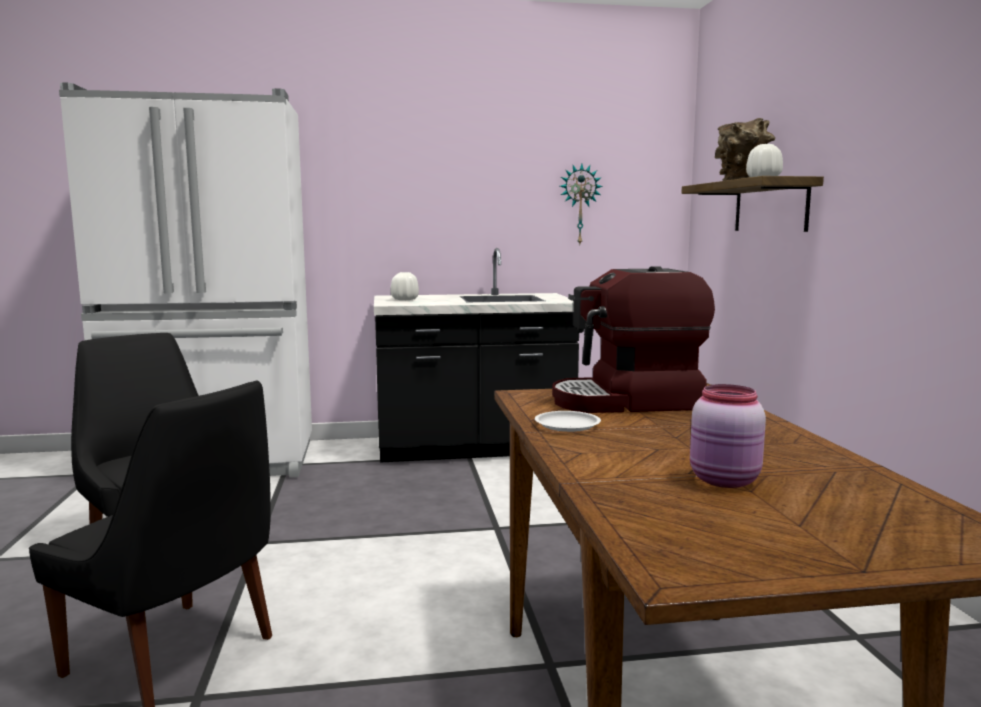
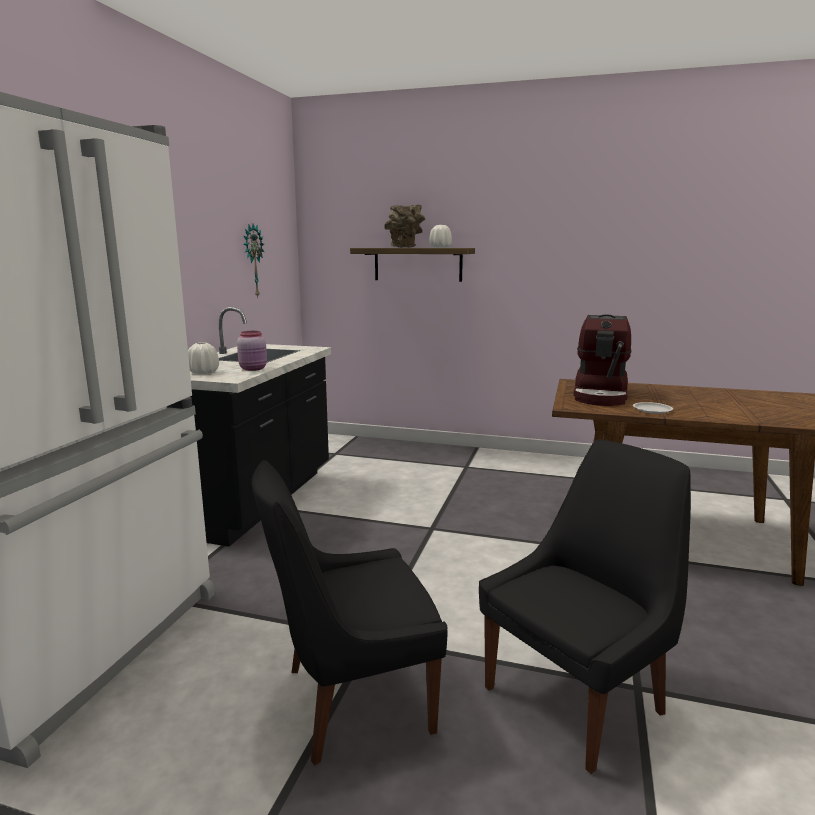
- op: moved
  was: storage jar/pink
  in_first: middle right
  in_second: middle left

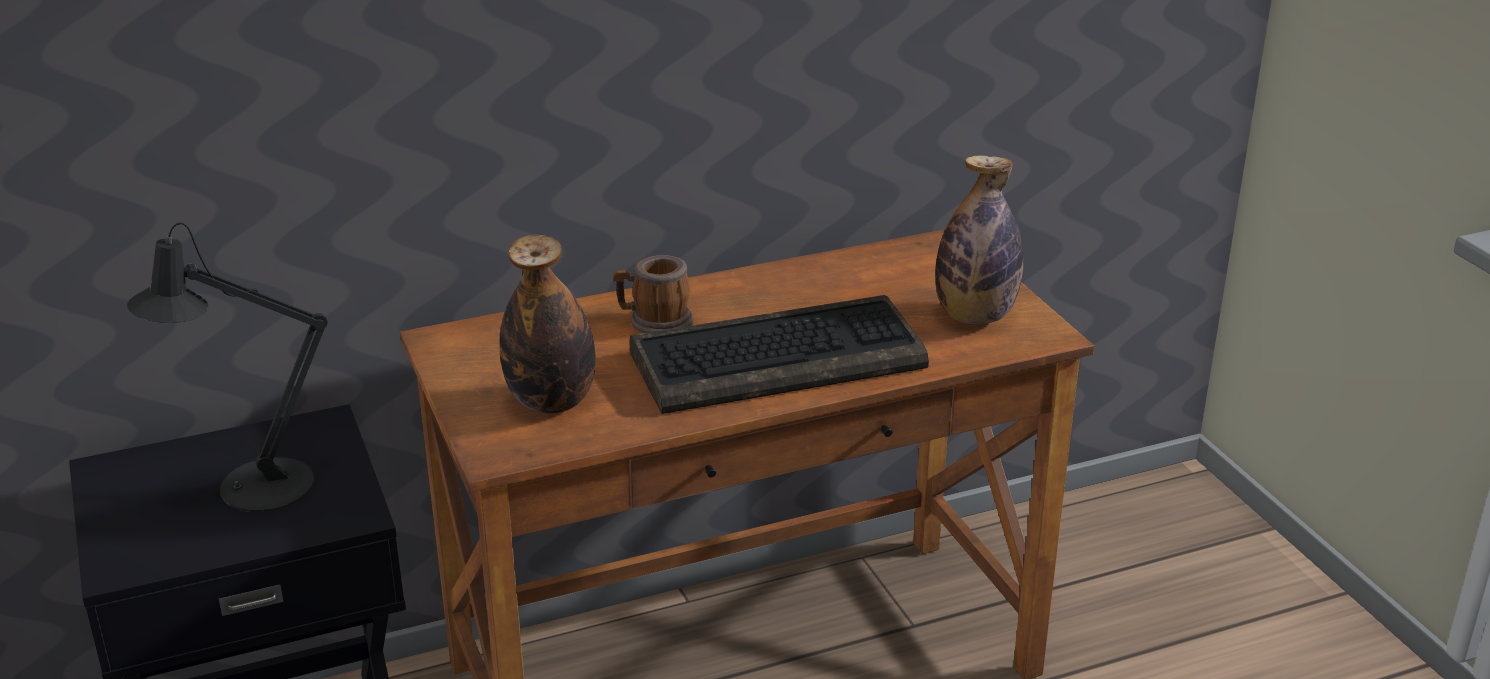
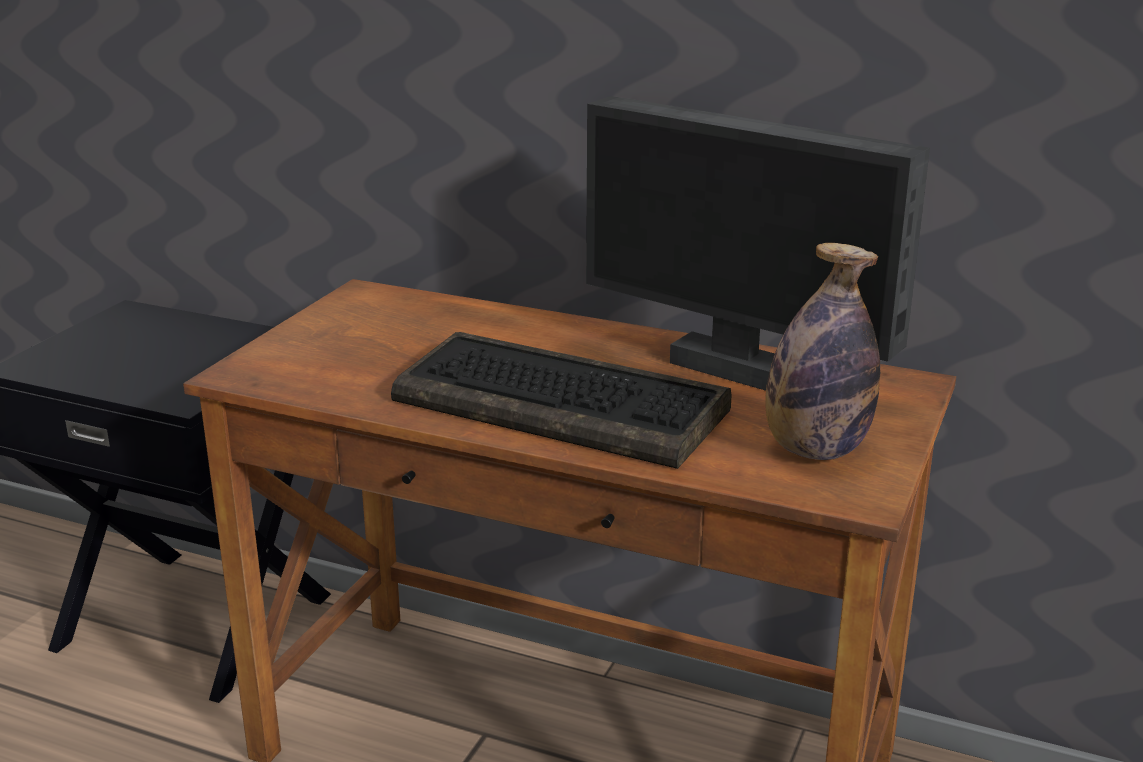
- op: added
  now: computer screen
  in_second: top centre
- op: removed
  was: lamp for a table/blackish
  in_first: middle left
- op: removed
  was: beverage bottle (1st from left)
  in_first: centre
- op: removed
  was: coffee mug
  in_first: centre

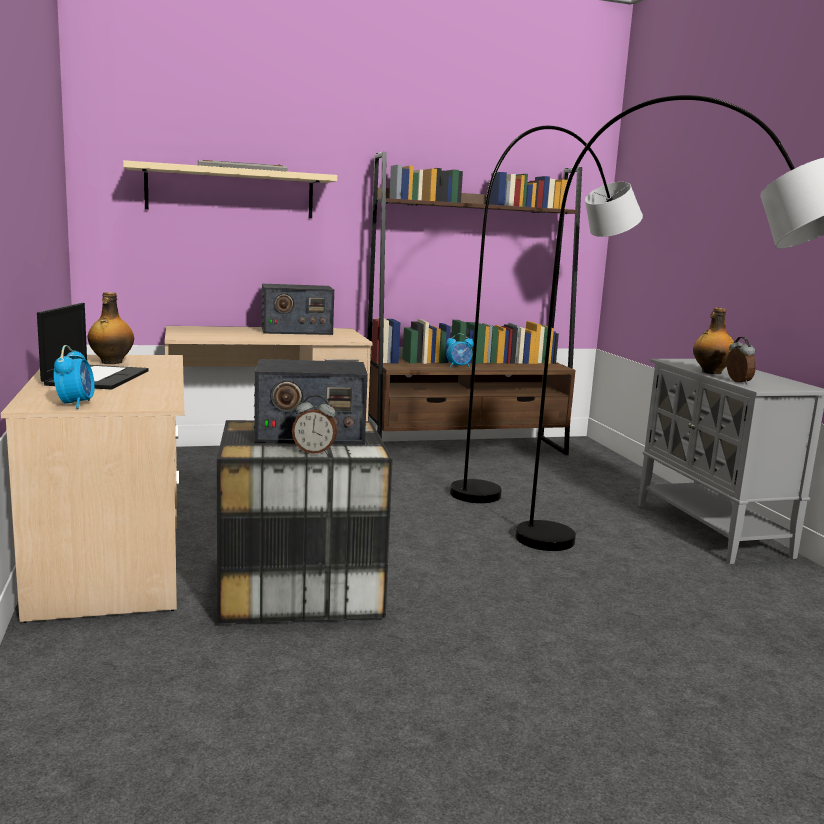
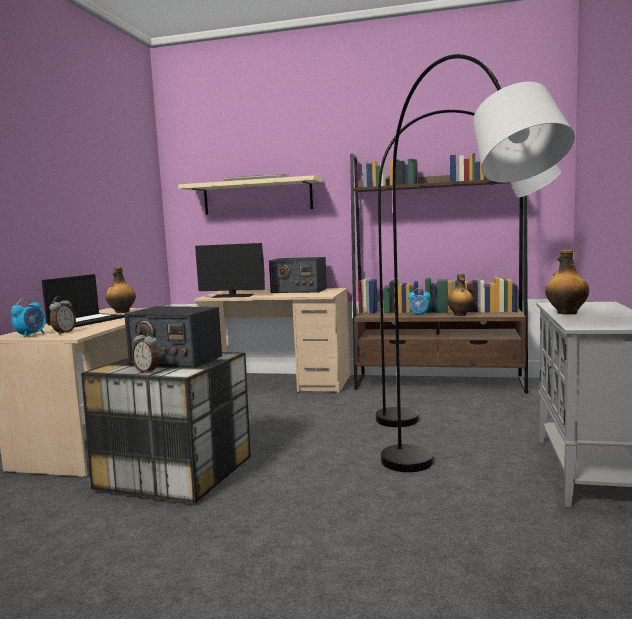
- op: moved
  was: table clock (4th from left in the first image)
  now: table clock (2nd from left)
  in_first: middle right
  in_second: middle left
- op: added
  now: computer screen
  in_second: centre
- op: added
  now: beverage bottle (2nd from left)
  in_second: middle right

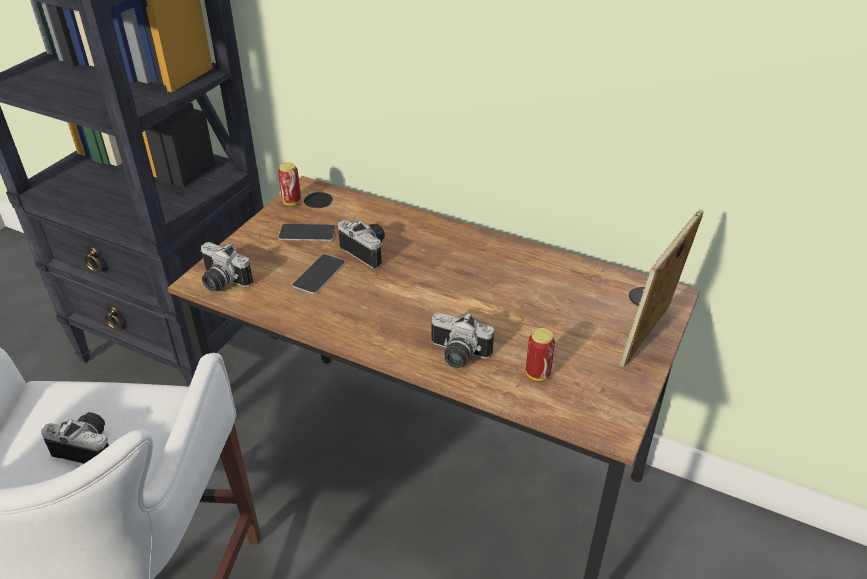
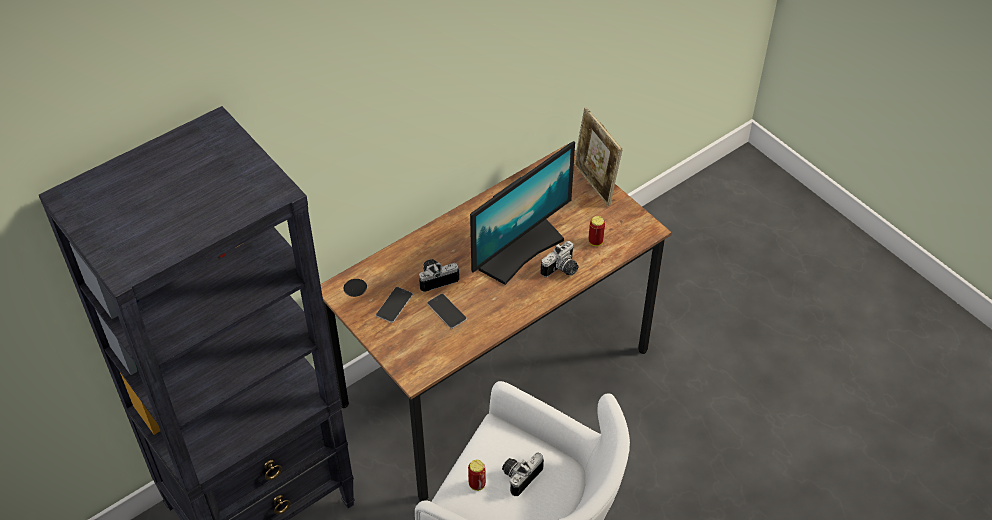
- op: moved
  was: can (1st from left)
  in_first: top centre
  in_second: bottom centre
- op: added
  now: computer screen
  in_second: centre
- op: removed
  was: photo camera (2nd from left)
  in_first: middle left

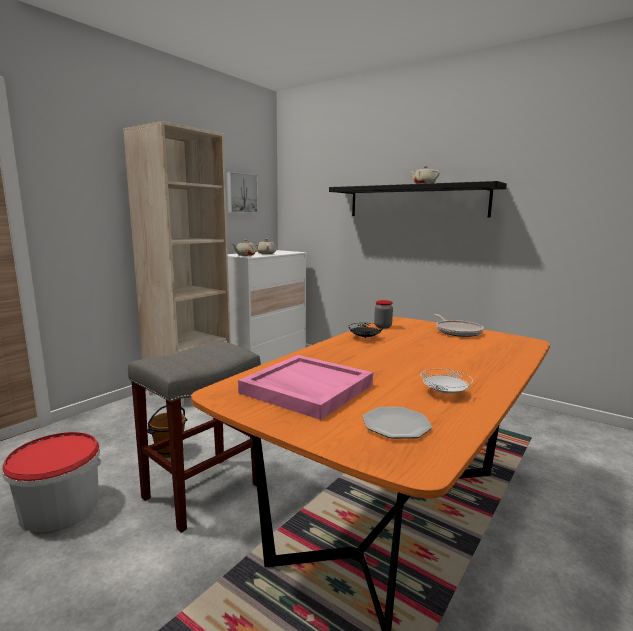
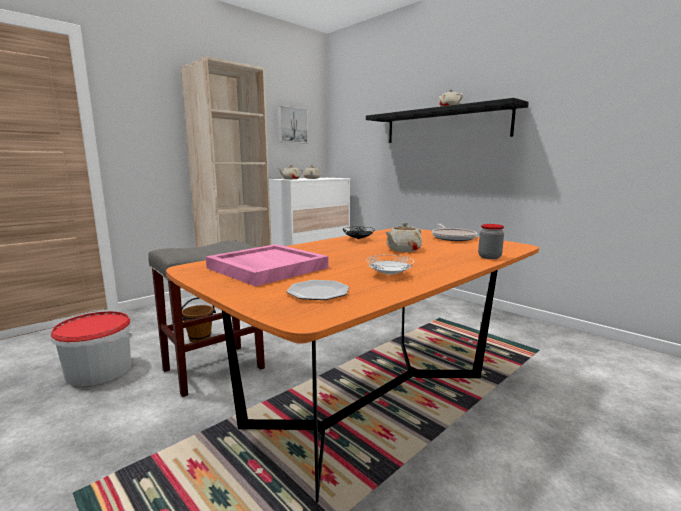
- op: added
  now: tea pot/beige (3rd from left)
  in_second: centre
- op: moved
  was: storage jar
  in_first: centre
  in_second: middle right

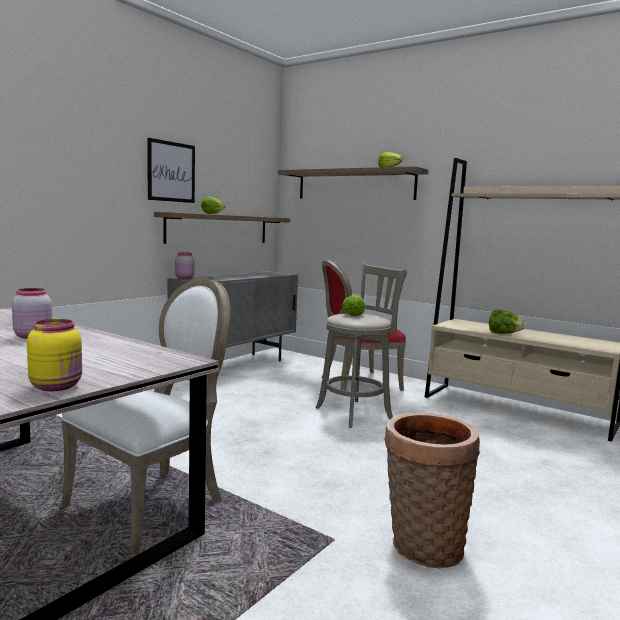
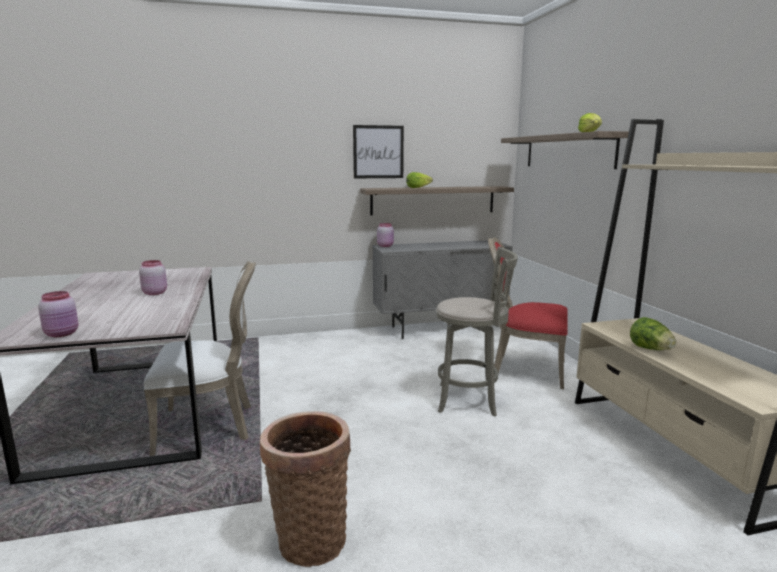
- op: recoloured
  was: storage jar/yellow
  now: storage jar/pink (1st from left)
  in_first: middle left
  in_second: middle left
- op: removed
  was: head of lettuce (2nd from left)
  in_first: centre

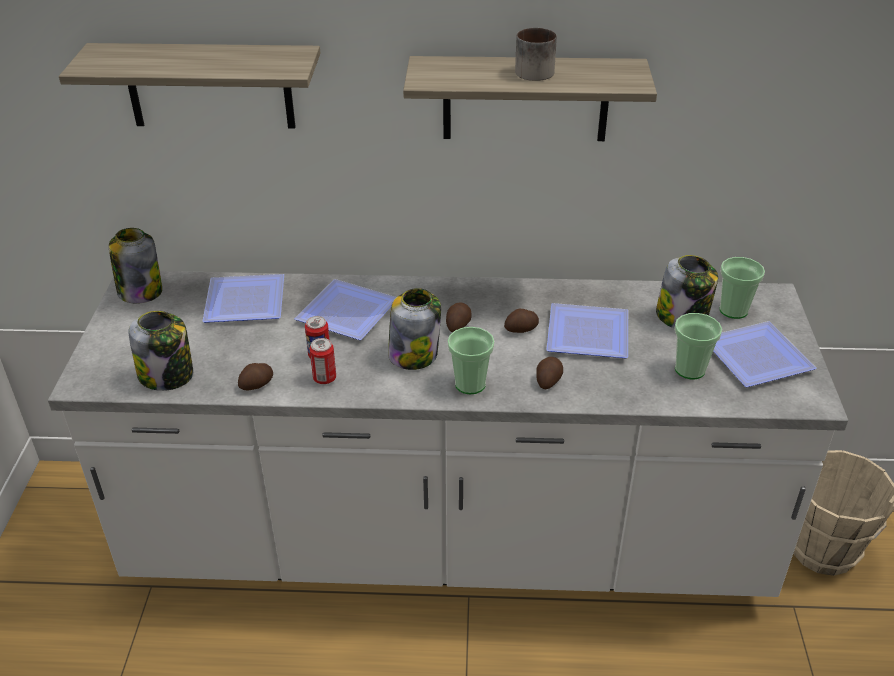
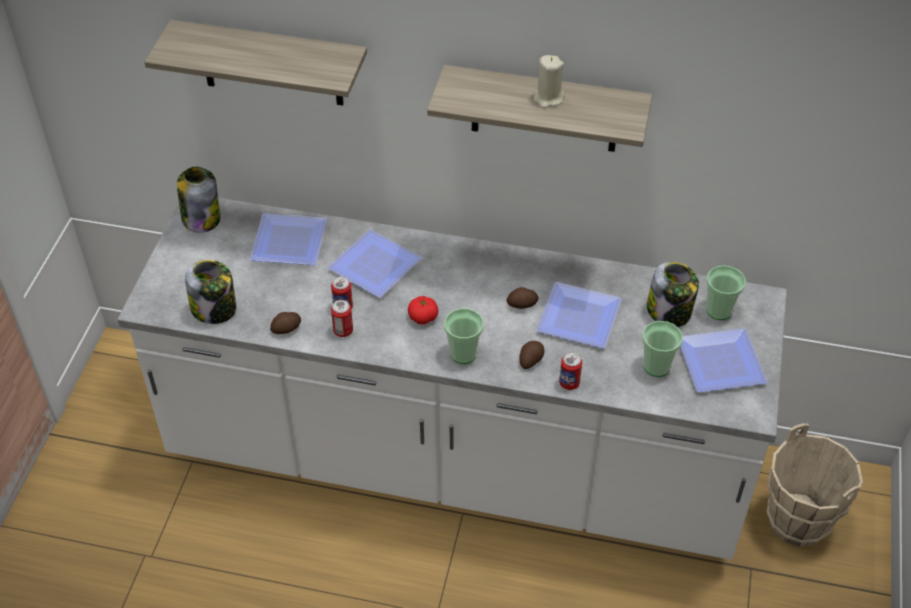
- op: replaced
  was: storage jar (3rd from left)
  now: whole tomato
  in_first: centre
  in_second: centre
- op: replaced
  was: coffee mug
  now: wax light/beige
  in_first: top centre
  in_second: top centre
- op: added
  now: can (3rd from left)
  in_second: centre
- op: removed
  was: spud (2nd from left)
  in_first: centre

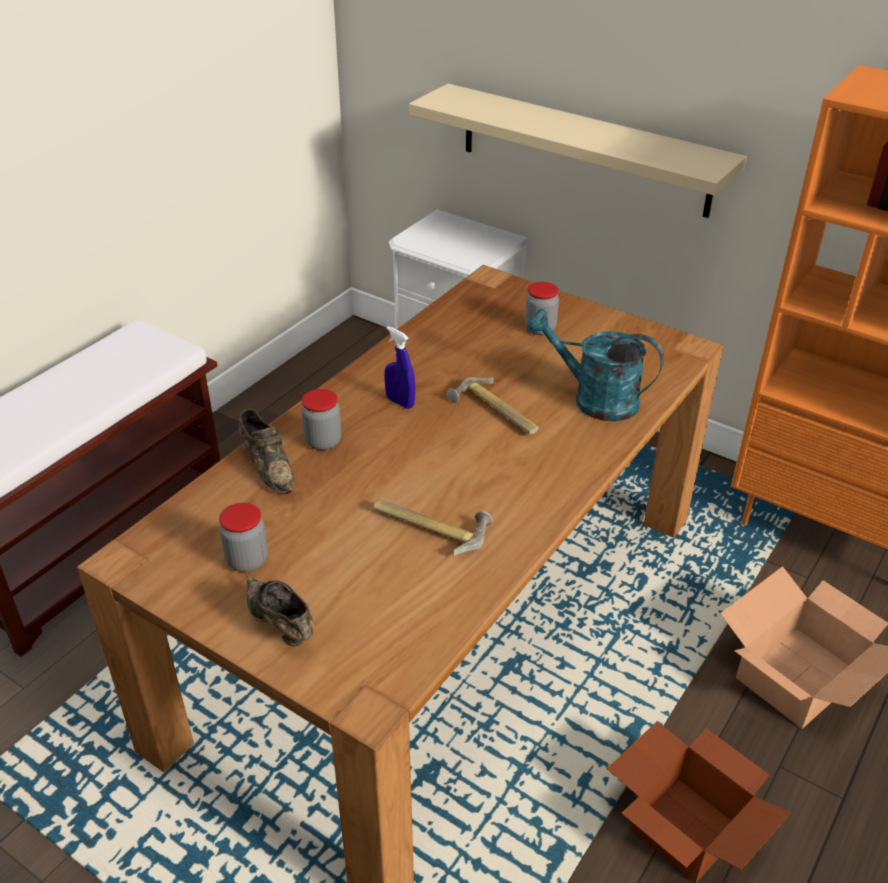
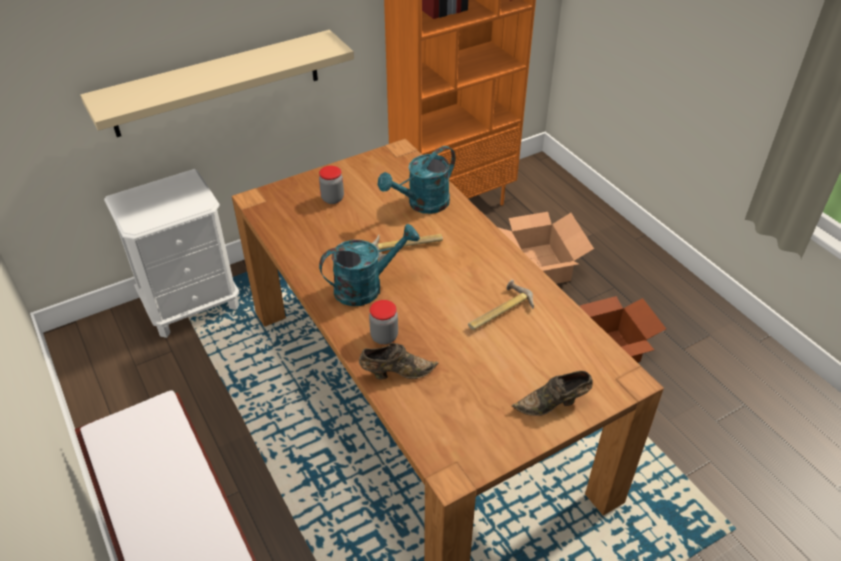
- op: replaced
  was: spray bottle/blue
  now: watering can/turquoise (1st from left)
  in_first: centre
  in_second: centre
- op: removed
  was: storage jar (1st from left)
  in_first: middle left

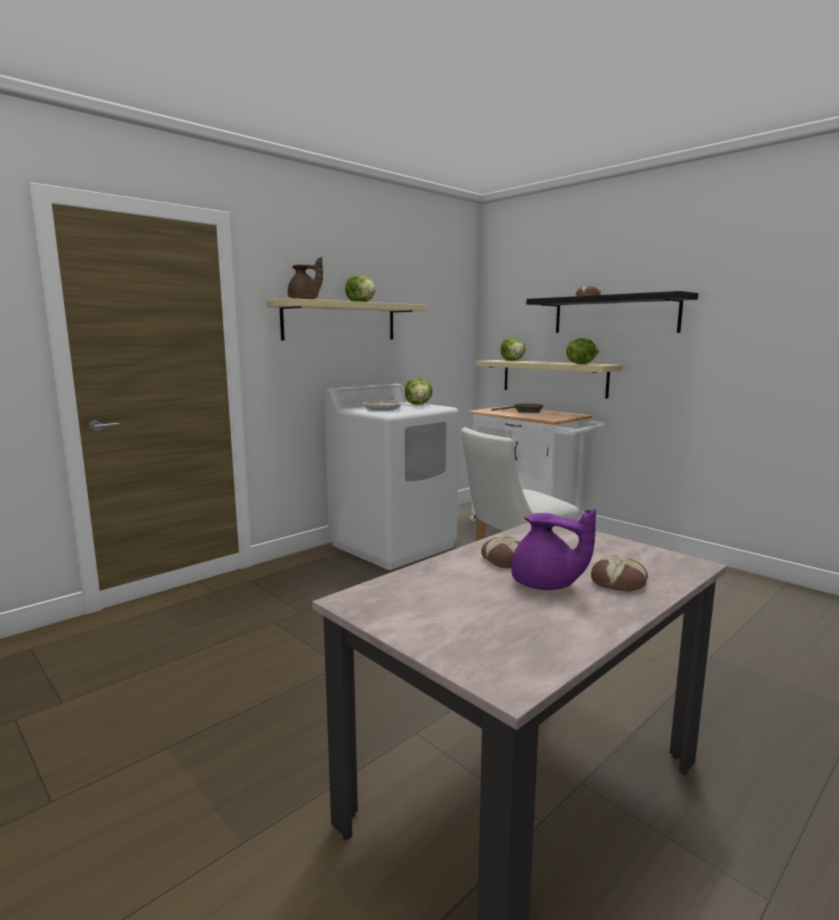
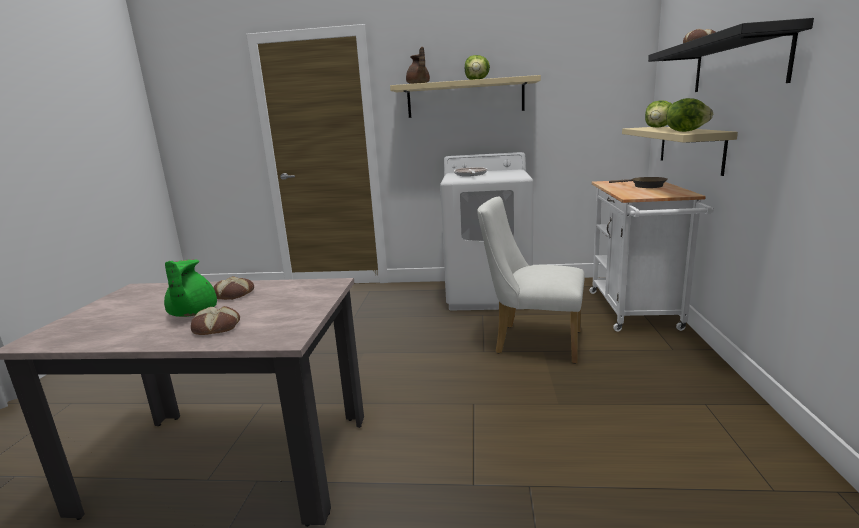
- op: recoloured
  was: tea pot/purplish
  now: tea pot/greenish
  in_first: centre
  in_second: middle left
- op: removed
  was: head of lettuce (2nd from left)
  in_first: centre

